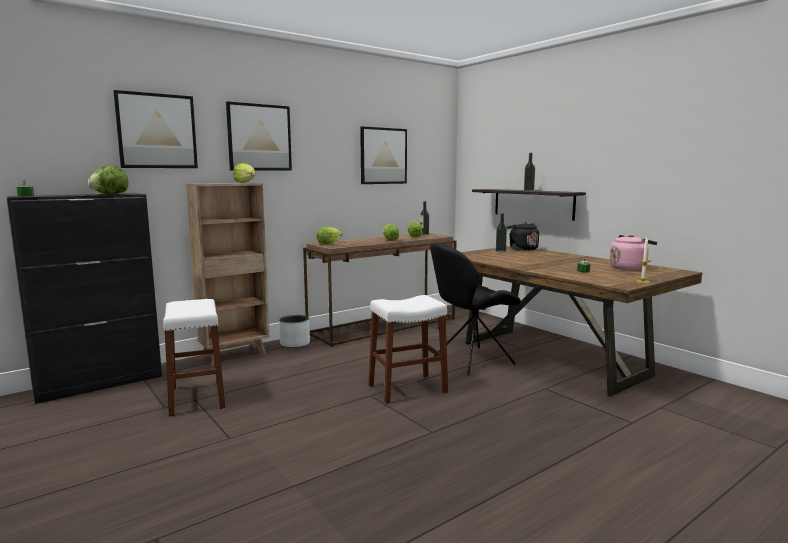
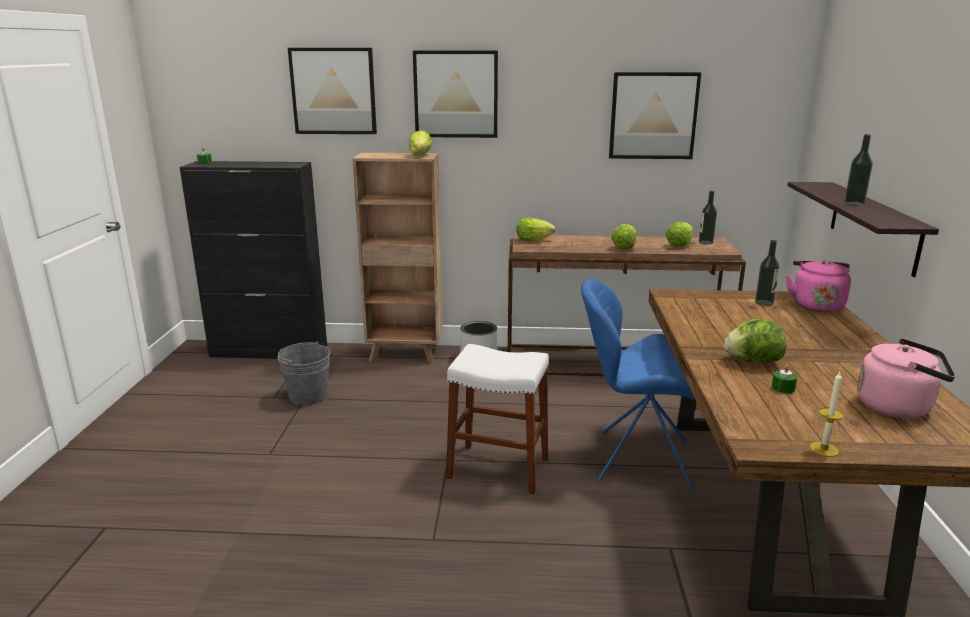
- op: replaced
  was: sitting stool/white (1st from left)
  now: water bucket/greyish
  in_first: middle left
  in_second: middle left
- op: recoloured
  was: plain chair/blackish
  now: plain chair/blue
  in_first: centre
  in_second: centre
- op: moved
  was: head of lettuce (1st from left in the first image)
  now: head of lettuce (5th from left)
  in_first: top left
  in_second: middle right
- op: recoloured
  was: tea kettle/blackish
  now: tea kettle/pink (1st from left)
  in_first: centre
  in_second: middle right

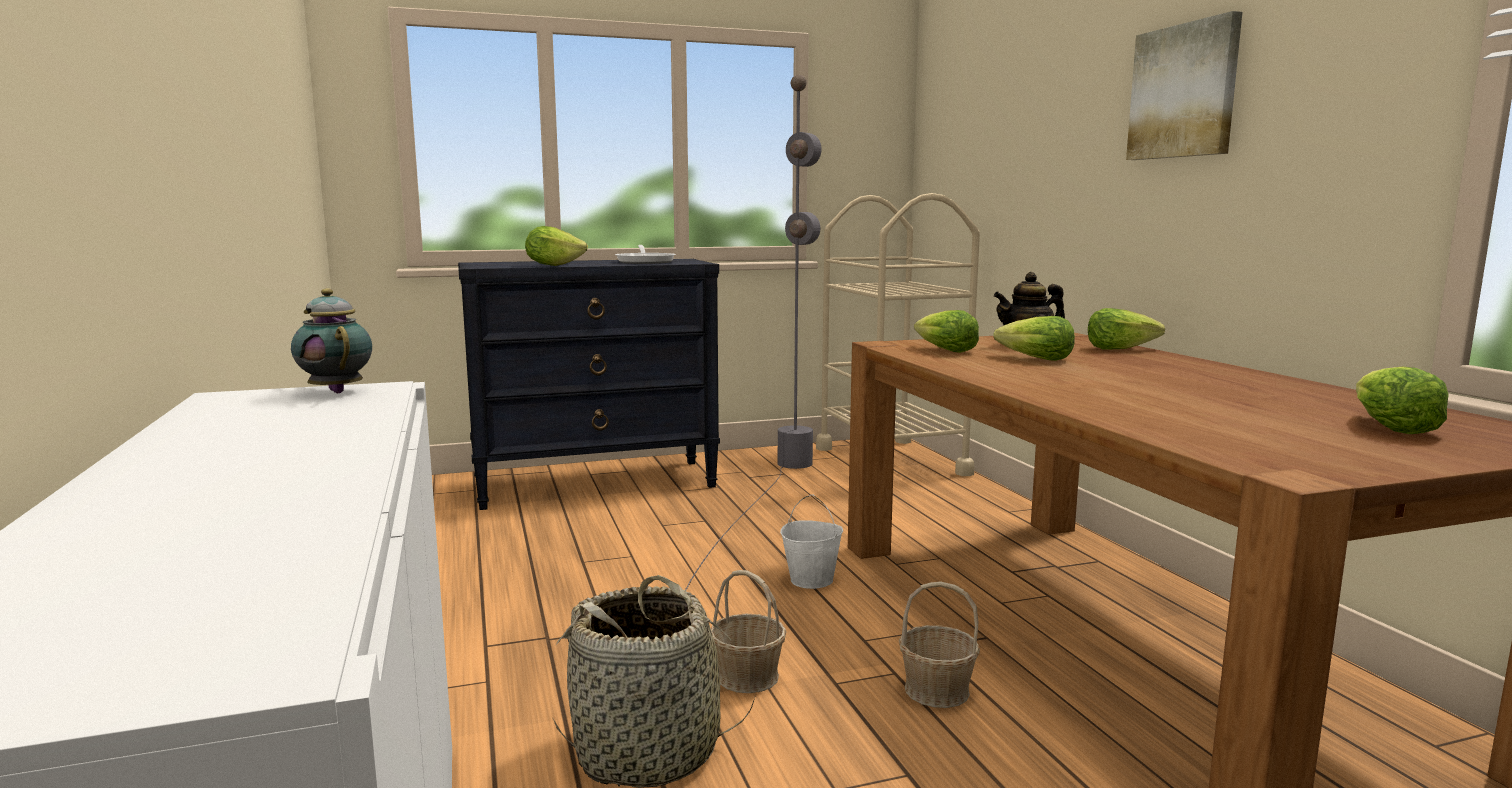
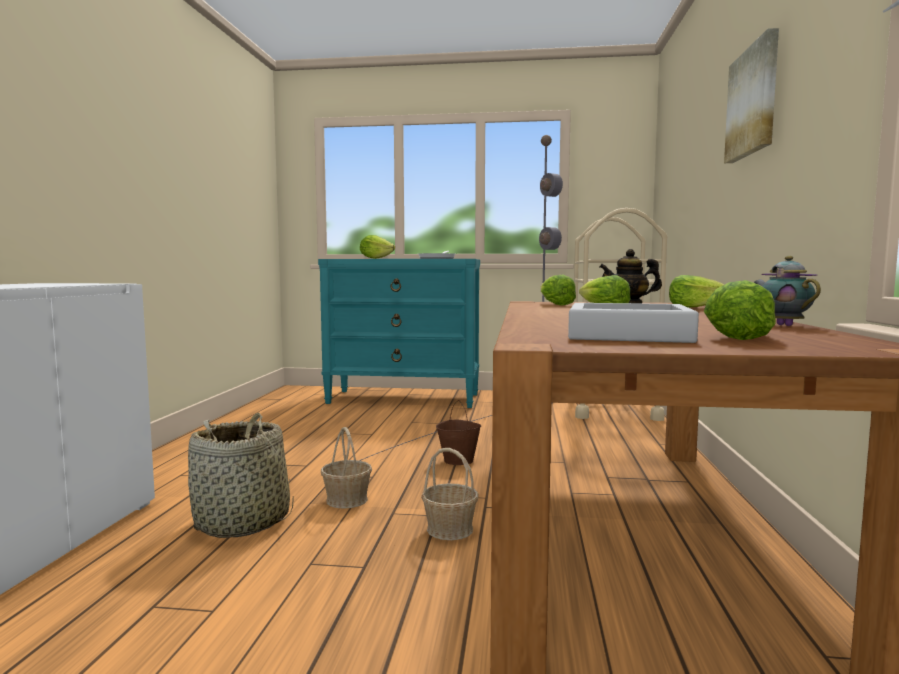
- op: recoloured
  was: chest of drawers/blackish
  now: chest of drawers/turquoise
  in_first: centre
  in_second: centre
- op: recoloured
  was: water bucket/white
  now: water bucket/brown-coloured
  in_first: bottom centre
  in_second: centre
- op: added
  now: serving tray/greyish
  in_second: middle right
- op: moved
  was: tea pot (1st from left in the first image)
  now: tea pot (2nd from left)
  in_first: middle left
  in_second: middle right

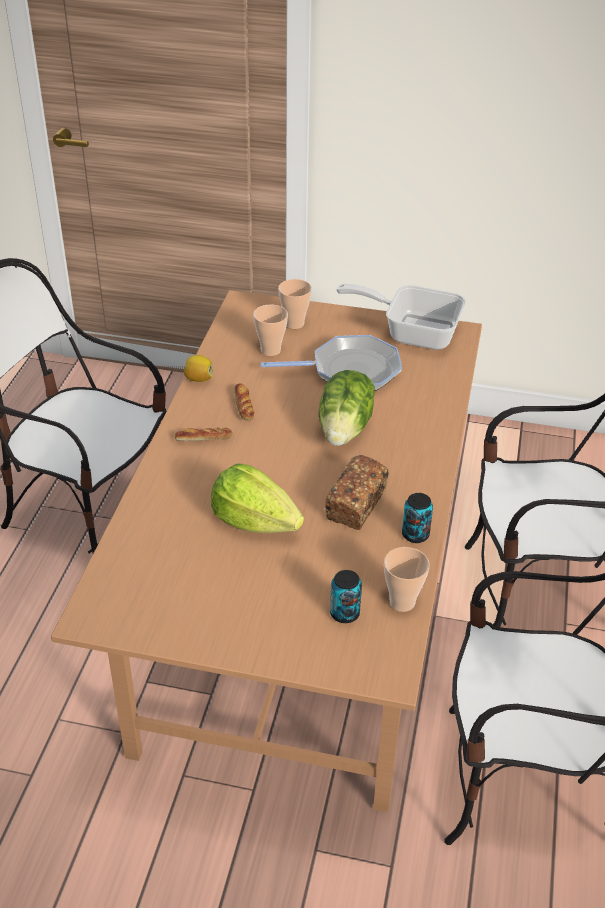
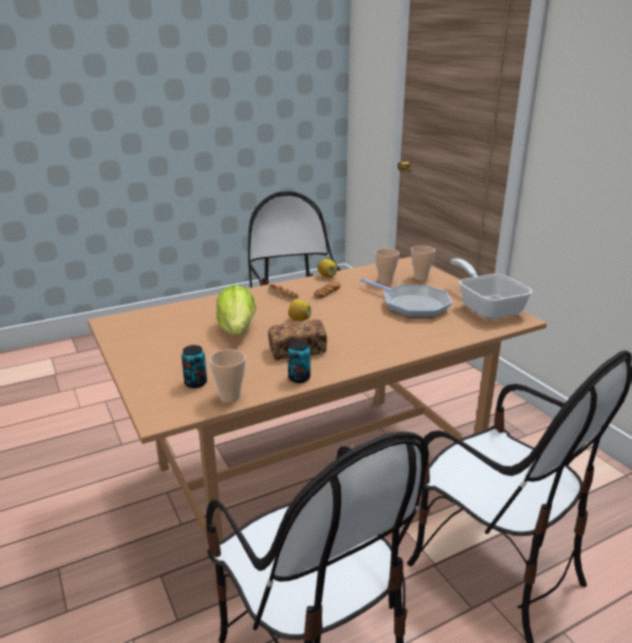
- op: added
  now: whole lemon (1st from left)
  in_second: centre
- op: removed
  was: head of lettuce (2nd from left)
  in_first: centre

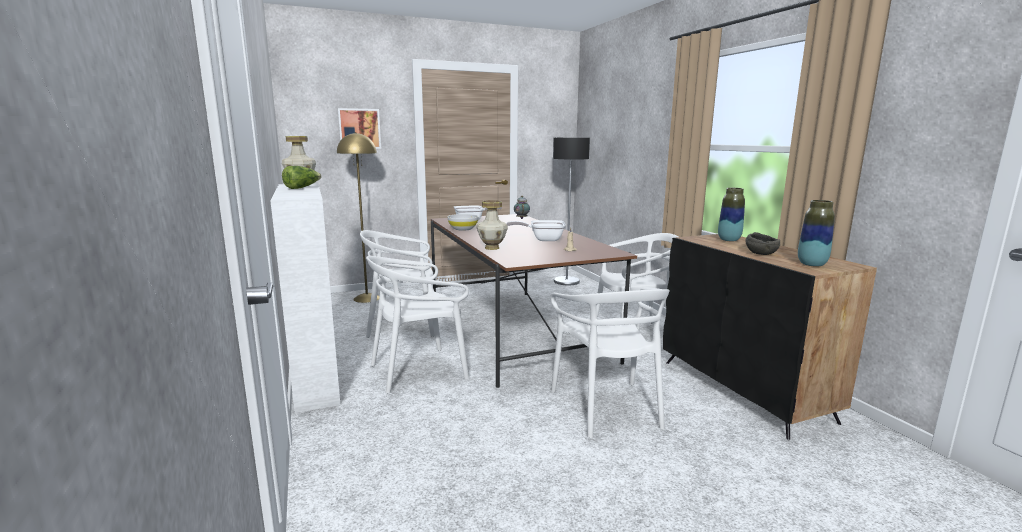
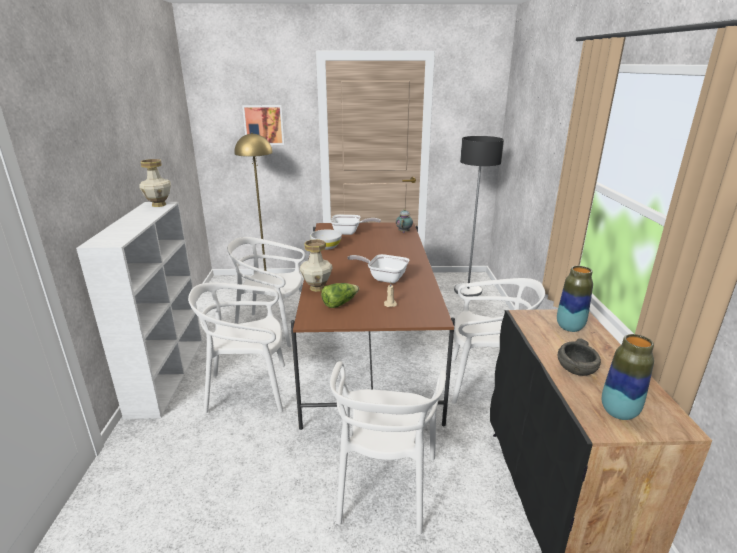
- op: moved
  was: head of lettuce
  in_first: top left
  in_second: centre

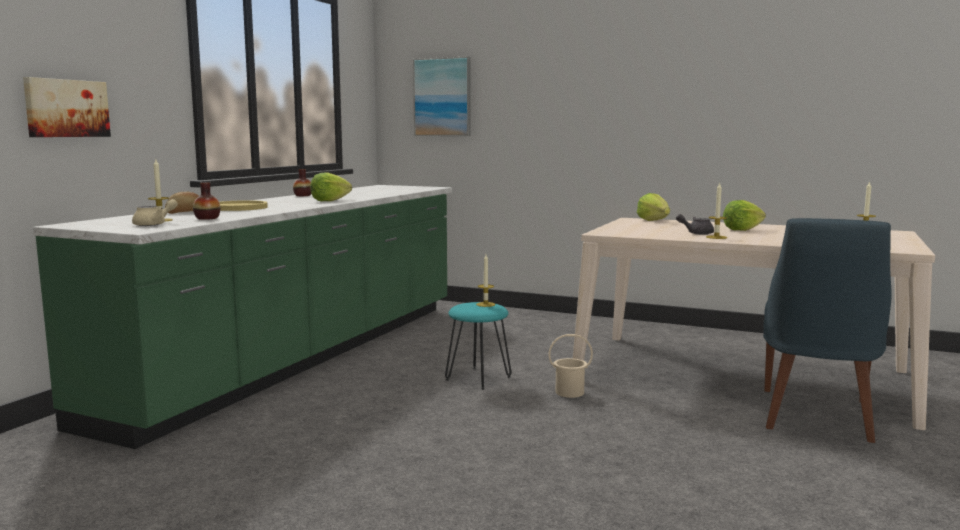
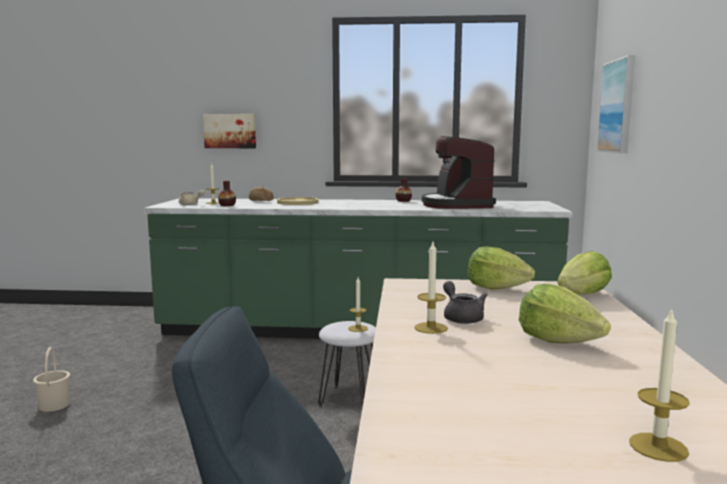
- op: moved
  was: water bucket/beige
  in_first: bottom centre
  in_second: bottom left
- op: recoloured
  was: sitting stool/turquoise
  now: sitting stool/white
  in_first: centre
  in_second: bottom centre
- op: added
  now: coffee machine
  in_second: centre
- op: moved
  was: head of lettuce (1st from left)
  in_first: centre
  in_second: middle right

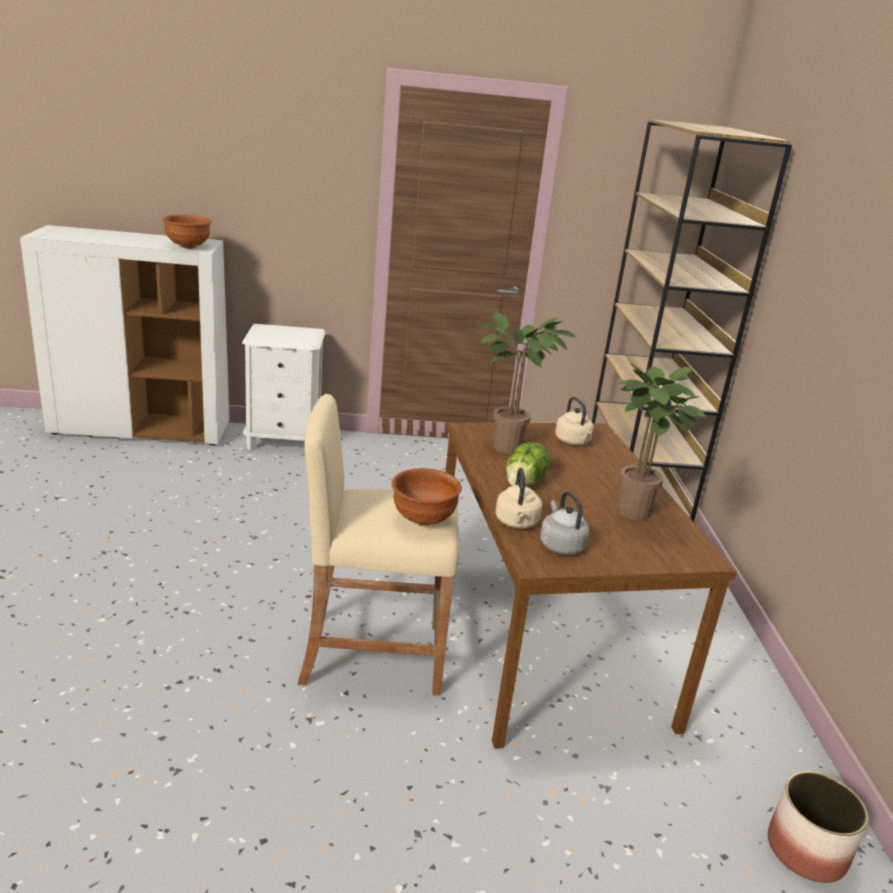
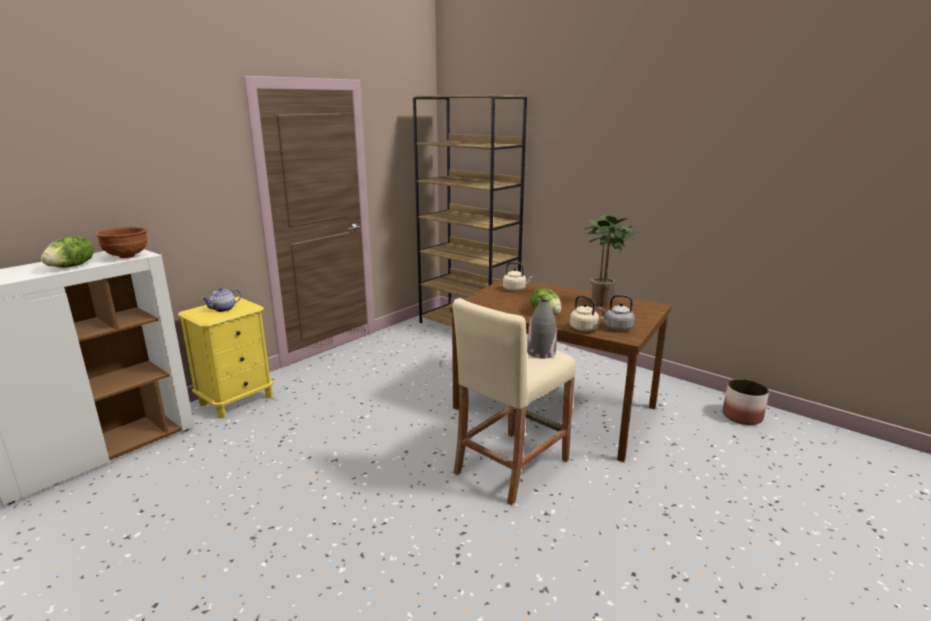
- op: added
  now: head of lettuce (1st from left)
  in_second: middle left
- op: recoloured
  was: night table/white
  now: night table/yellow
  in_first: middle left
  in_second: middle left
- op: added
  now: tea pot
  in_second: middle left
- op: replaced
  was: deep dish/brown-coloured (2nd from left)
  now: decorative vase/greyish
  in_first: centre
  in_second: centre
- op: removed
  was: plant in a pot (1st from left)
  in_first: centre

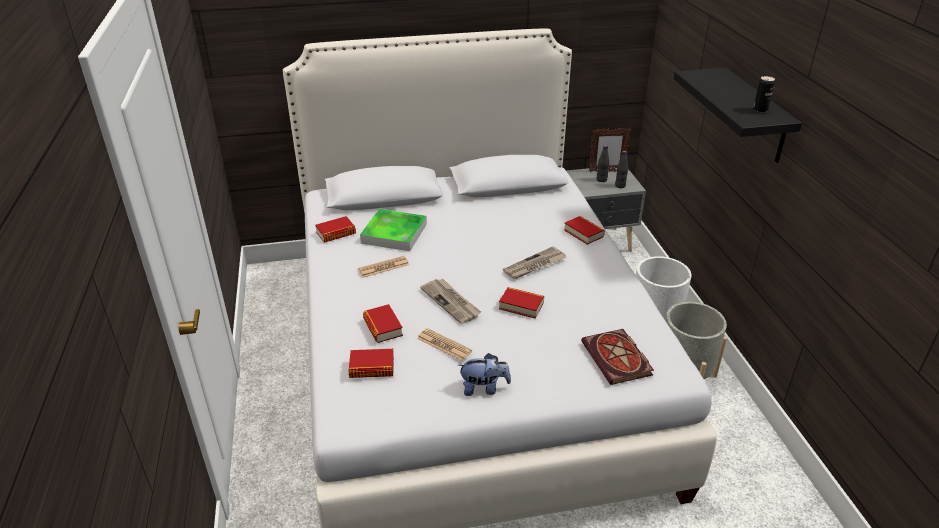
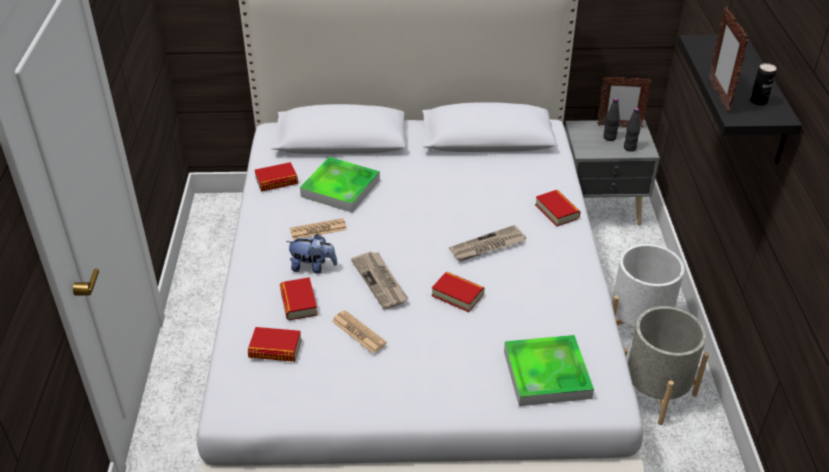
- op: moved
  was: cuddly toy
  in_first: bottom centre
  in_second: centre
- op: replaced
  was: book (6th from left)
  now: serving tray (2nd from left)
  in_first: bottom centre
  in_second: bottom centre
- op: added
  now: standing frame (2nd from left)
  in_second: top right

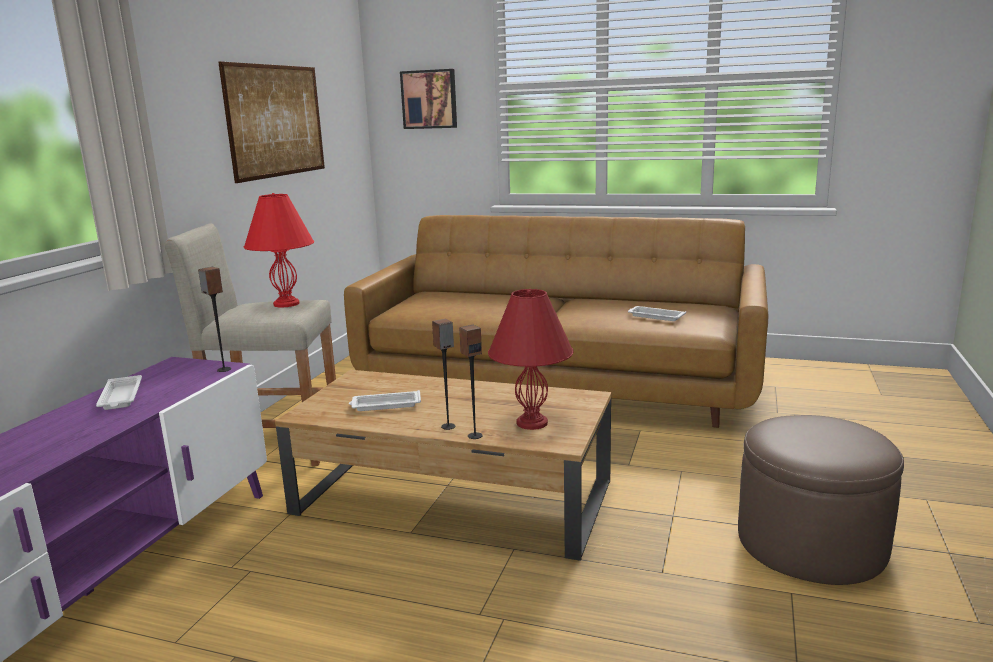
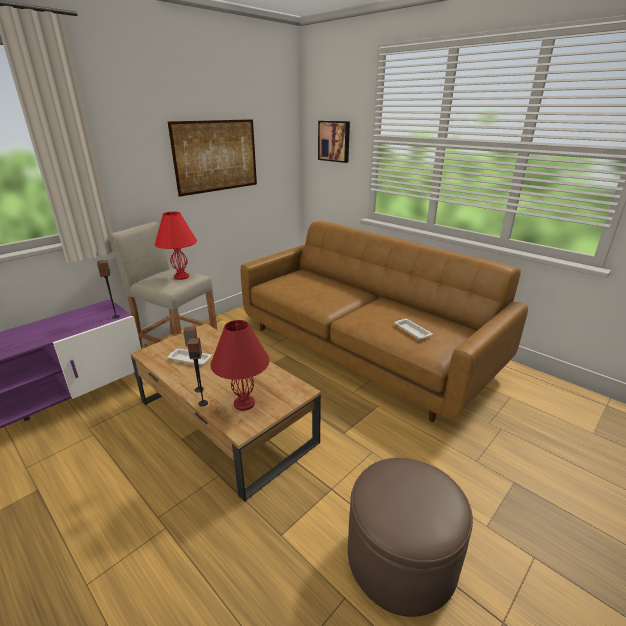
- op: removed
  was: serving tray/white (1st from left)
  in_first: middle left

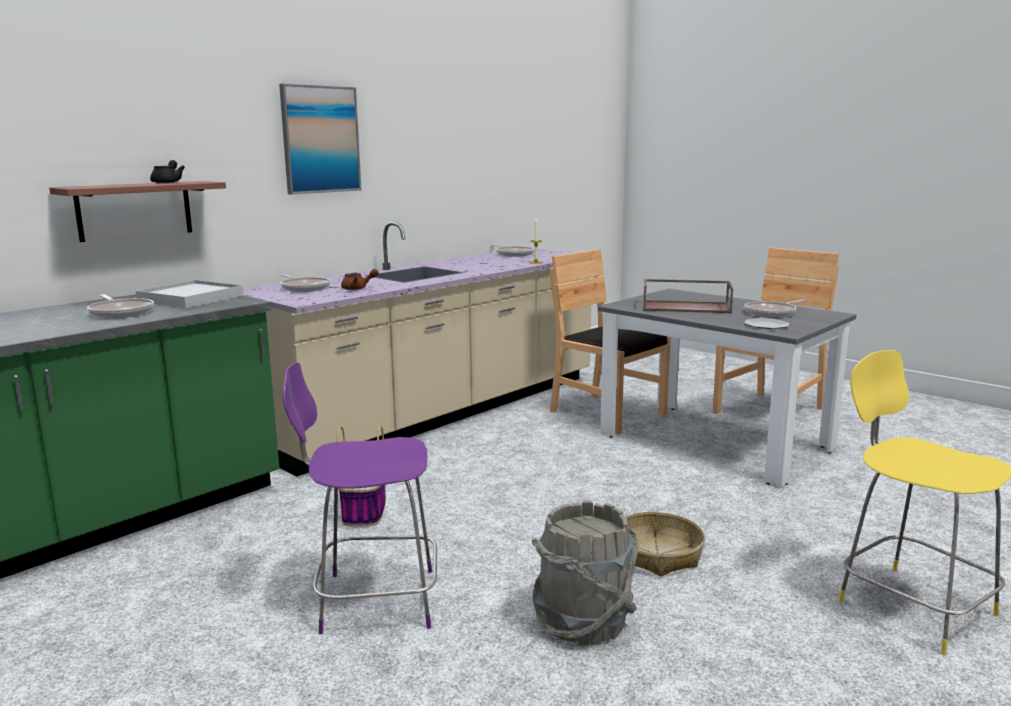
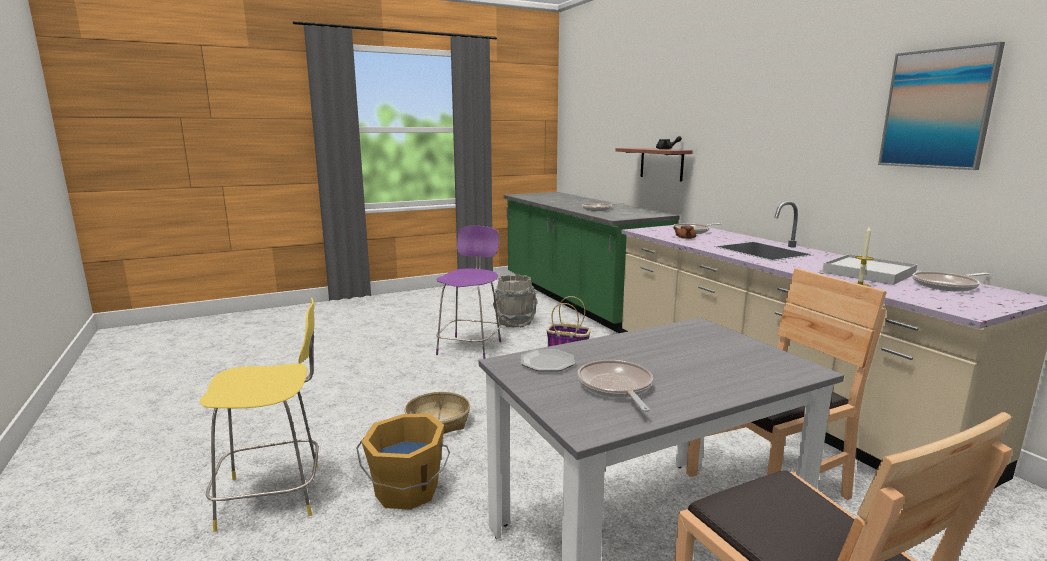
- op: added
  now: water bucket/orangey
  in_second: bottom centre
- op: moved
  was: water bucket/greyish
  in_first: bottom centre
  in_second: centre
- op: moved
  was: serving tray/white
  in_first: middle left
  in_second: middle right
- op: moved
  was: picture
  in_first: top left
  in_second: top right
- op: removed
  was: serving tray/brown-coloured
  in_first: middle right

